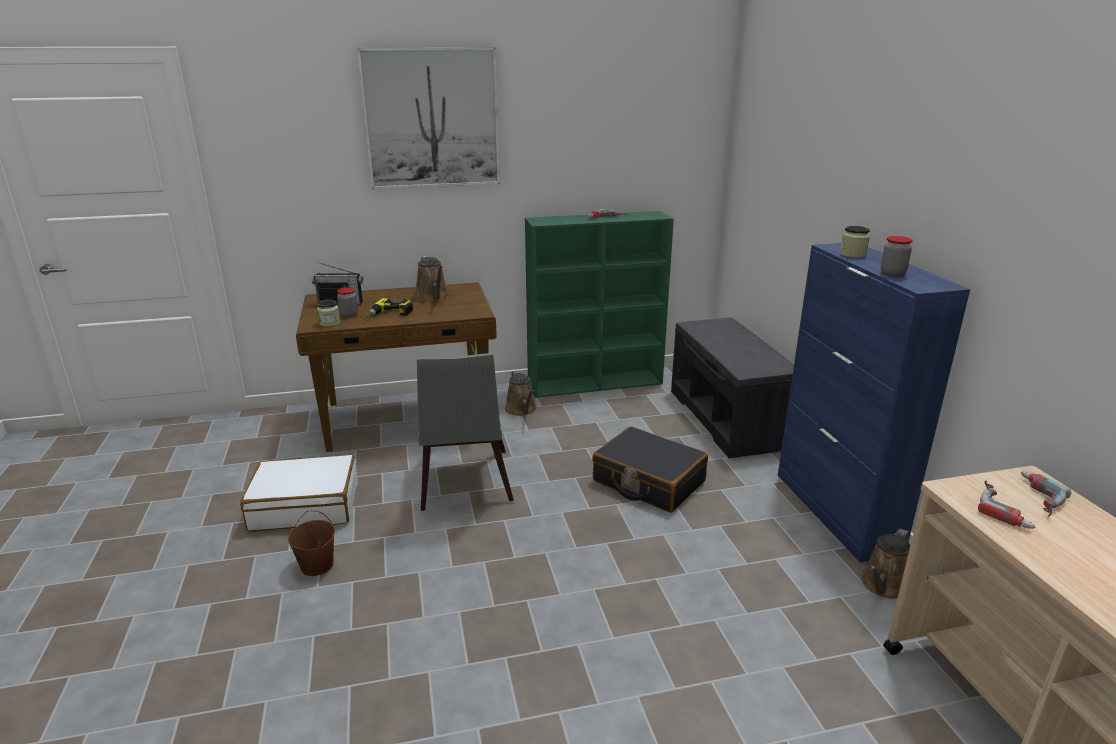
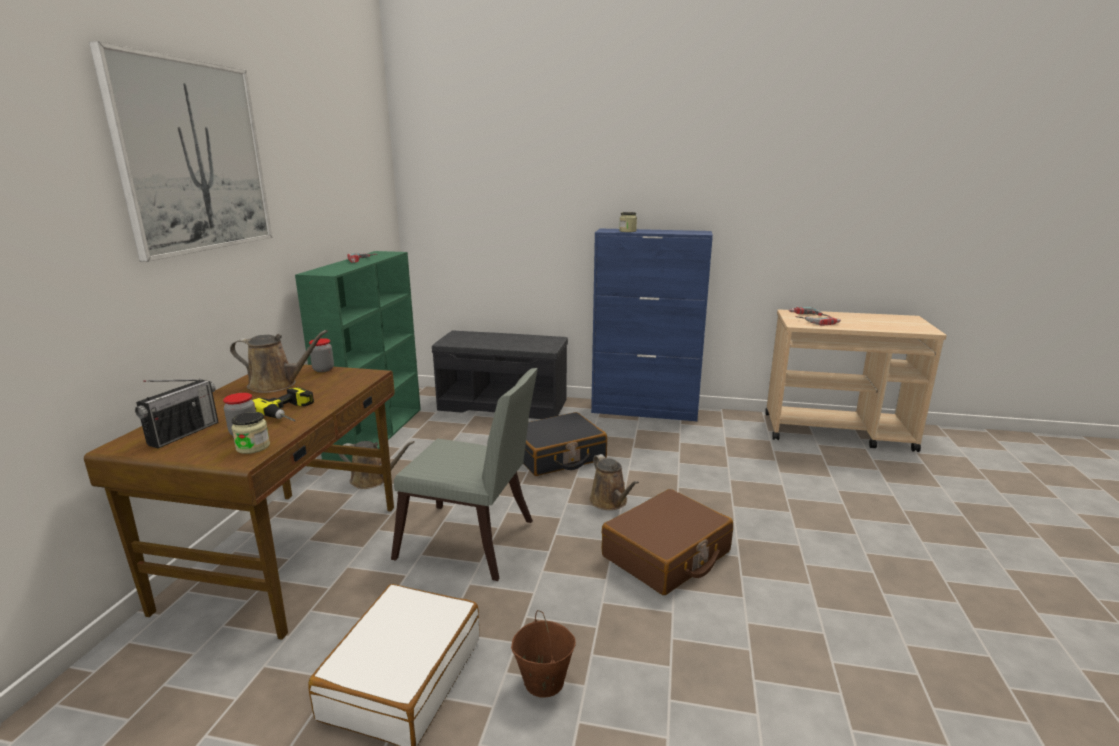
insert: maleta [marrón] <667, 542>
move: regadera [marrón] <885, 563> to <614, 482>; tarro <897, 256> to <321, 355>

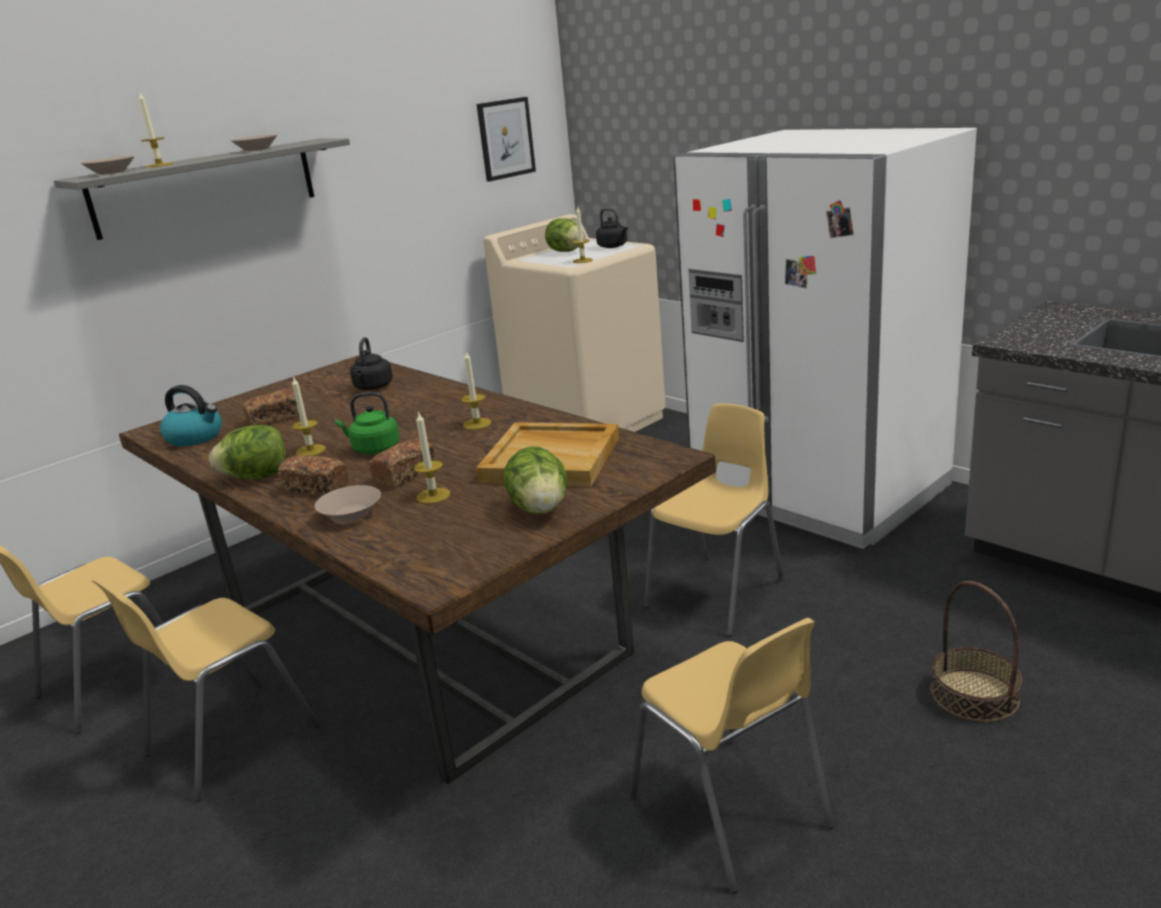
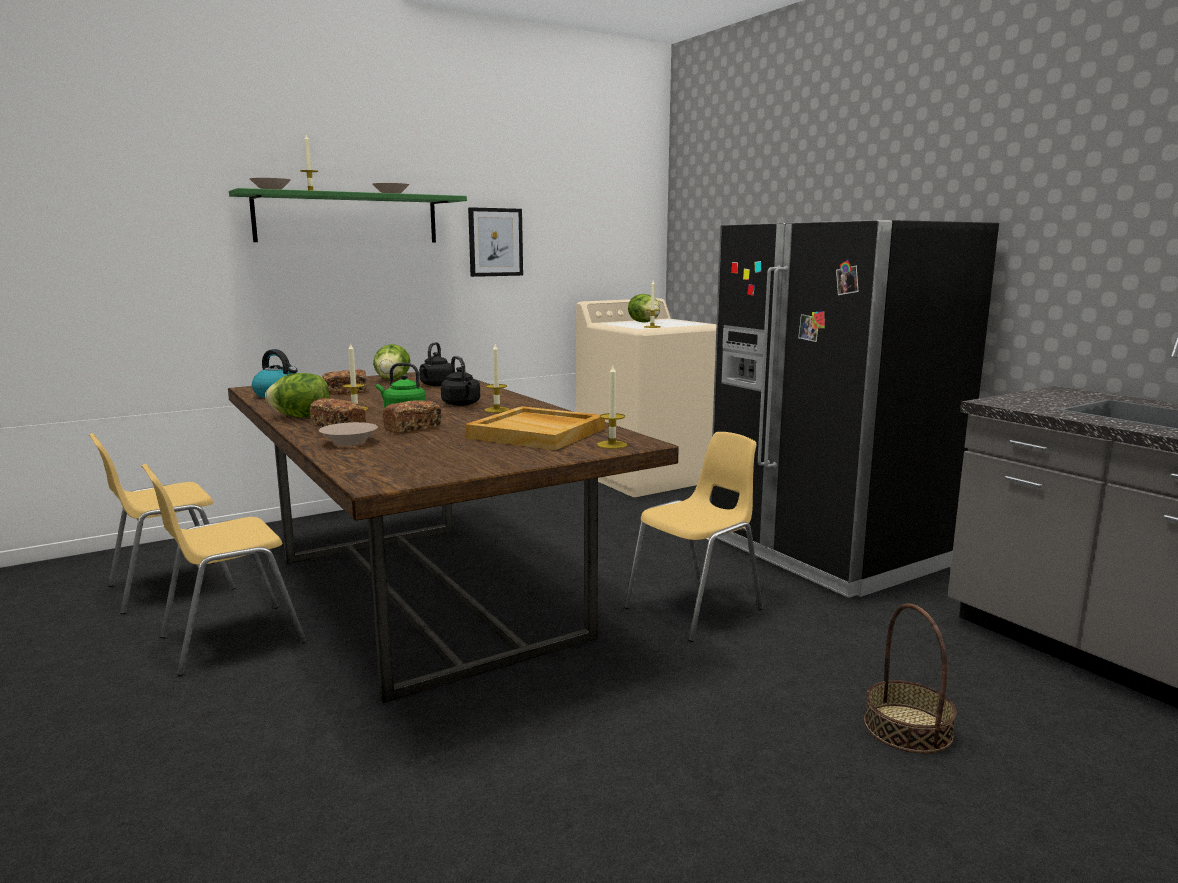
delete: silla [amarillo] <732, 755>
move: vela <432, 457> to <612, 407>; cuadro <506, 139> to <495, 242>; lechuga <535, 480> to <391, 362>; hervidor [negro] <612, 228> to <460, 381>
recolor: estante [gris] <202, 189> to estante [verde] <348, 215>; nevera [blanco] <825, 338> to nevera [negro] <854, 409>

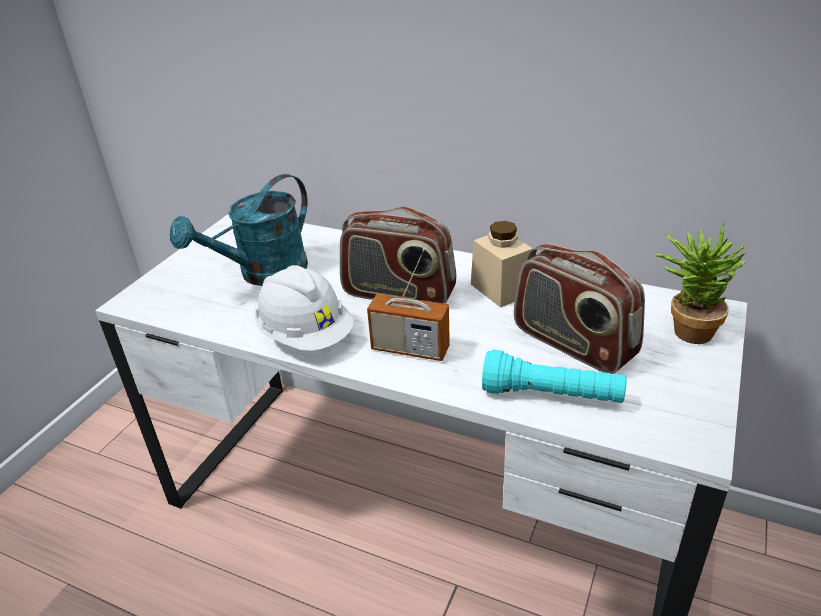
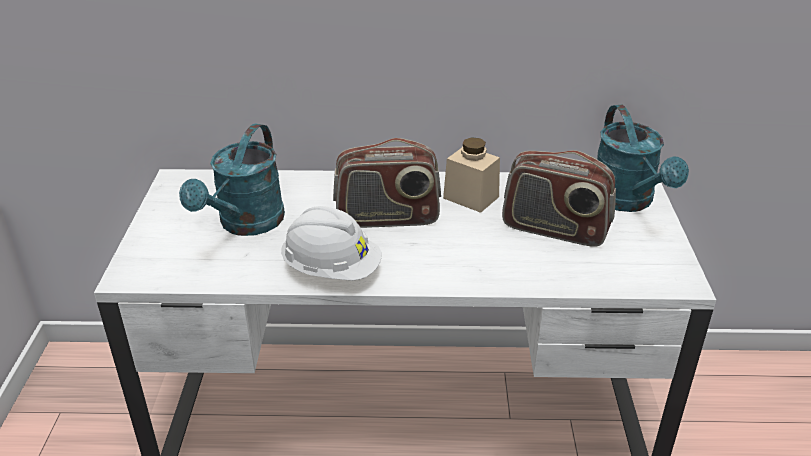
delete: radio <408, 304>; linterna [turquesa] <554, 376>
replace: planta en maceta <700, 282> to regadera [turquesa] <643, 158>

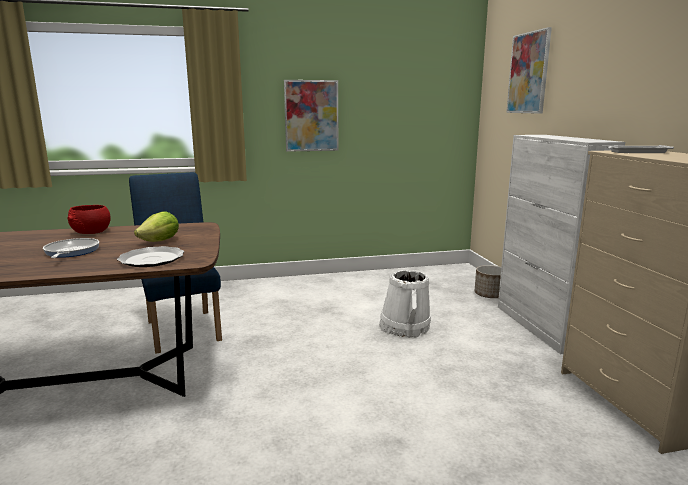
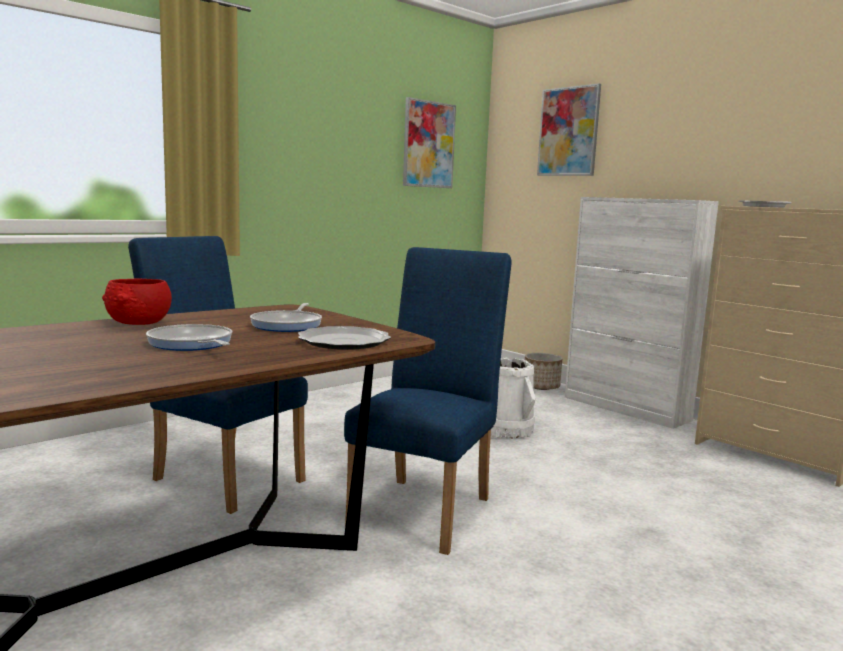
insert: silla [azul] <428, 401>
move: cuadro <311, 116> to <429, 142>
replace: lechuga <156, 226> to sartén <286, 317>

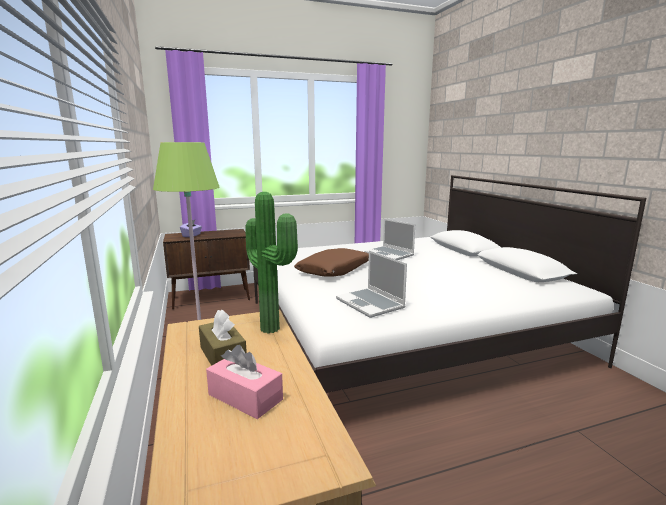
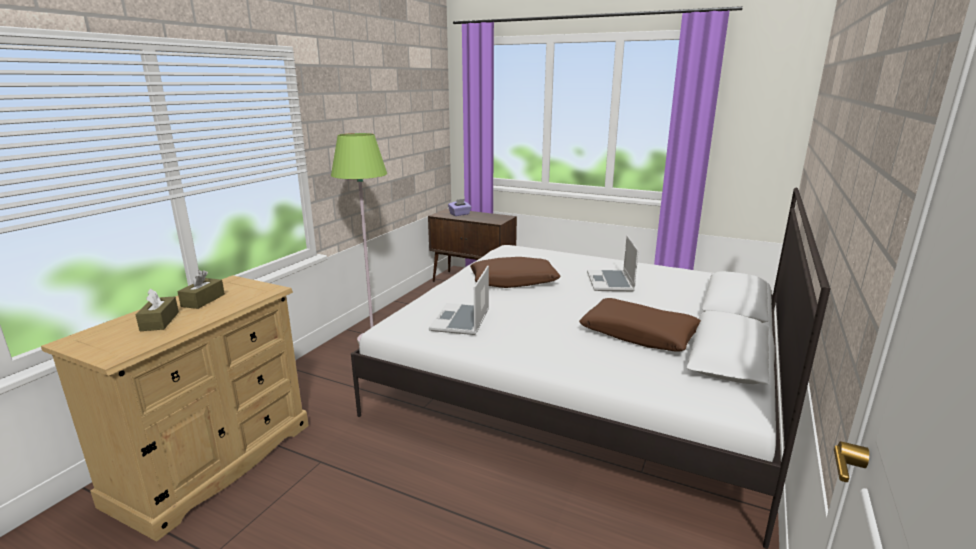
delete: planta en maceta <271, 262>
insert: cojín [marrón] <640, 325>
recolor: caja de pañuelos [rosa] <244, 382> to caja de pañuelos [marrón] <157, 309>

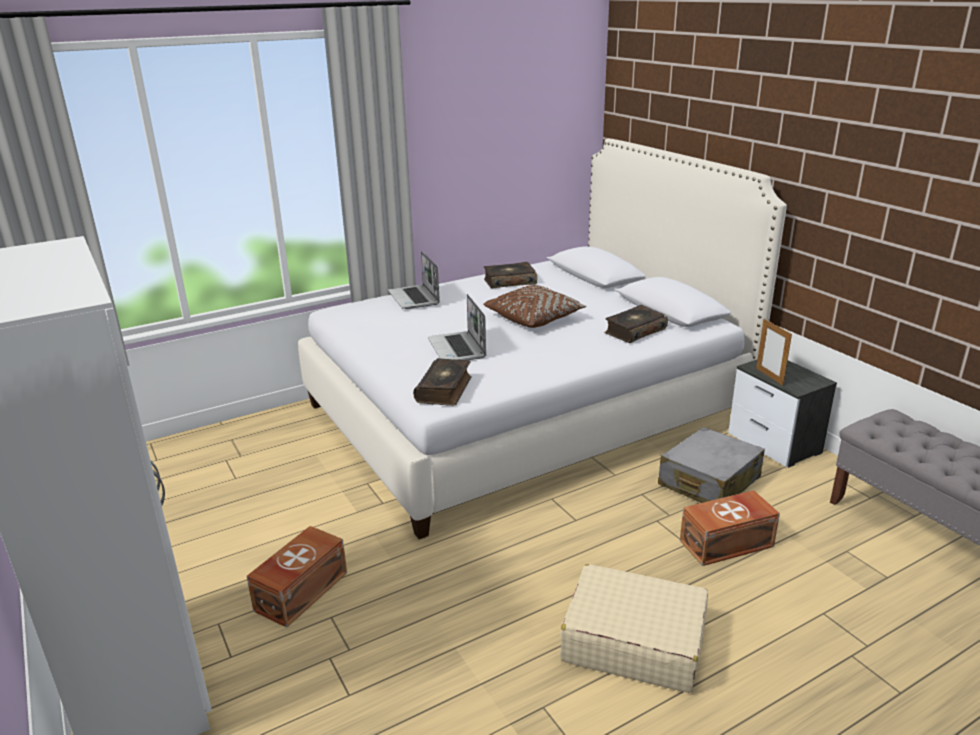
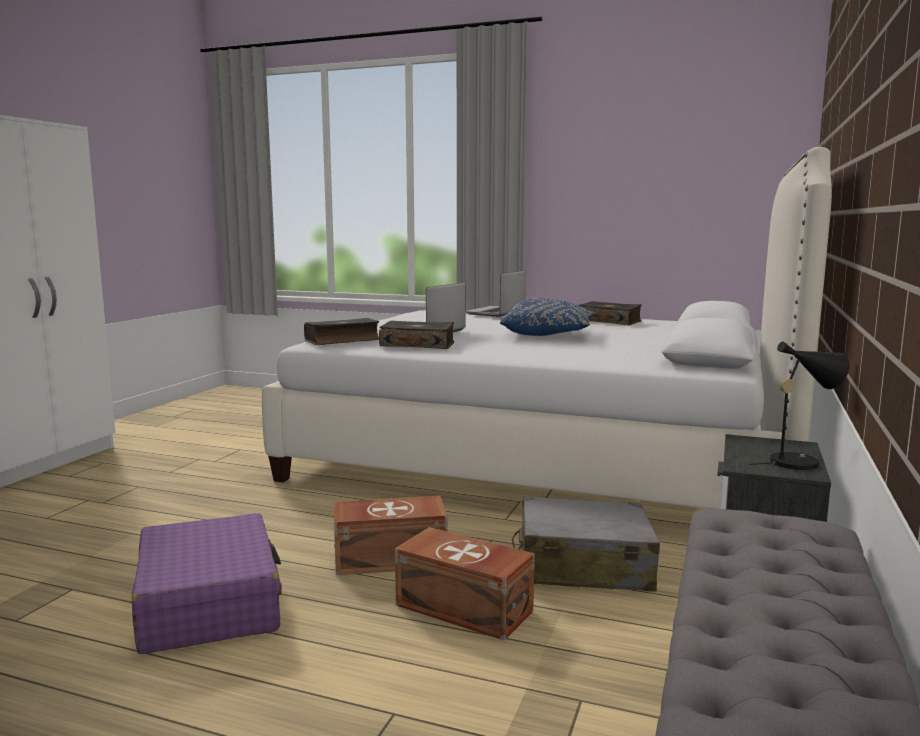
delete: portarretratos <774, 352>
insert: lámpara de mesa [negro] <799, 405>
move: caja de almacenaje [marrón] <297, 577> to <391, 535>; libro <636, 324> to <416, 335>
recolor: cojín [marrón] <534, 306> to cojín [azul] <547, 317>; maleta [beis] <634, 628> to maleta [morado] <207, 583>

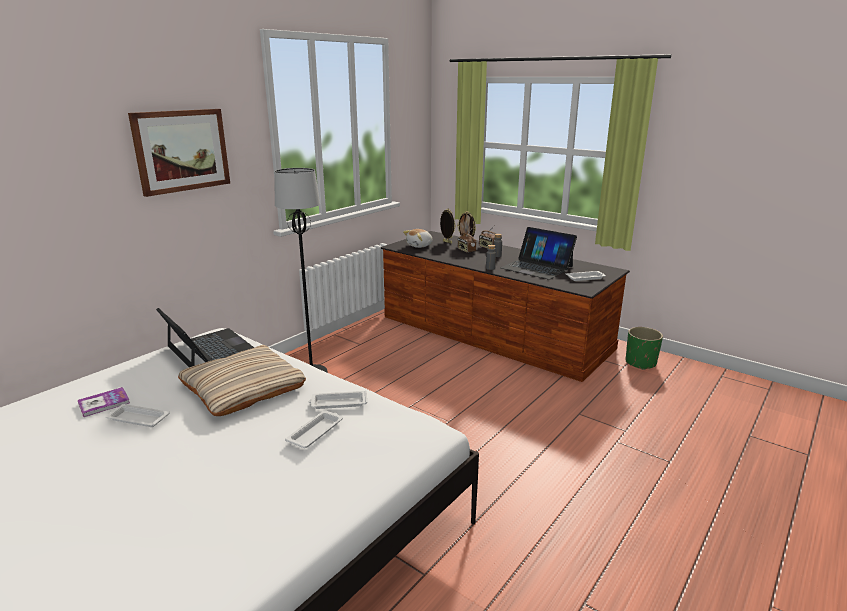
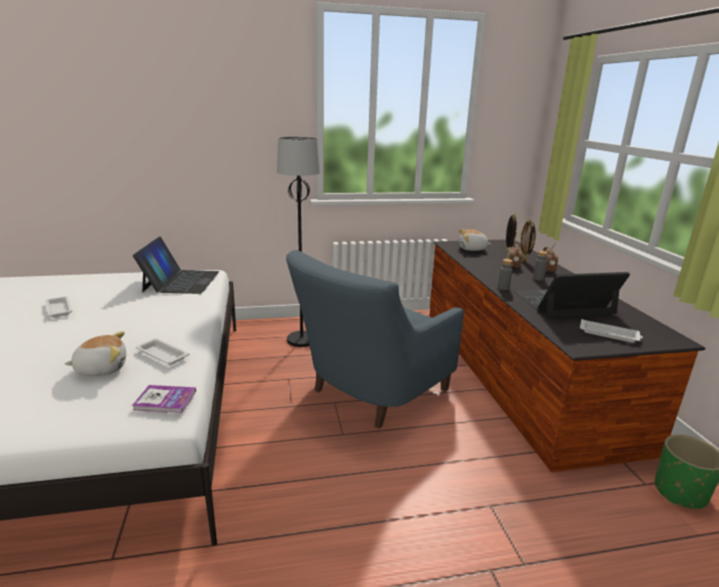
delete: cuadro <179, 153>; cojín [beis] <242, 380>
insert: sillón [azul] <375, 339>
move: libro <104, 402> to <164, 399>
replace: bandeja [blanco] <314, 429> to peluche <95, 353>
rotate: portátil <538, 253> = <572, 295> 90 degrees clockwise

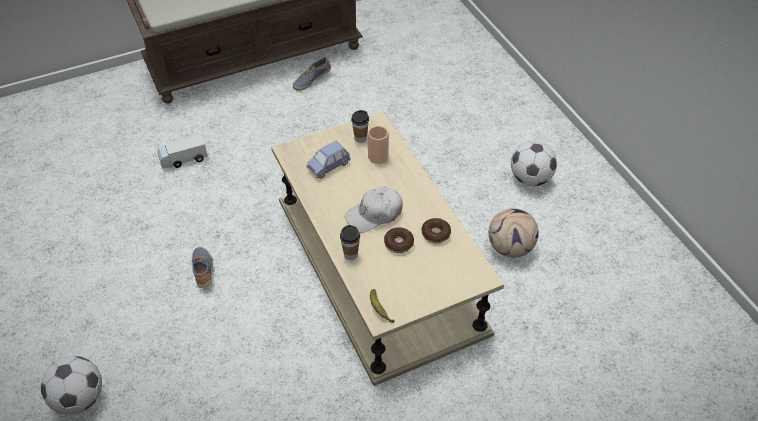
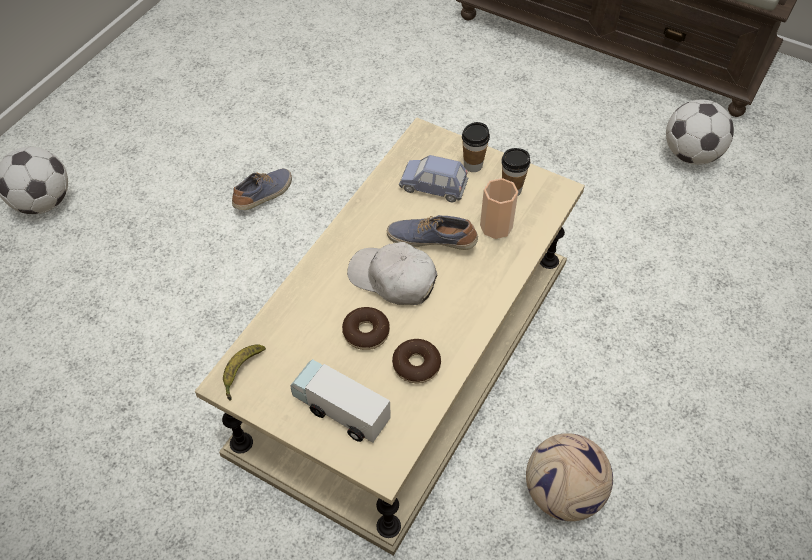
move: camión de juguete <182, 152> to <340, 401>; zapato <312, 74> to <432, 232>; taza <350, 242> to <476, 147>; balón de fútbol <534, 163> to <700, 132>

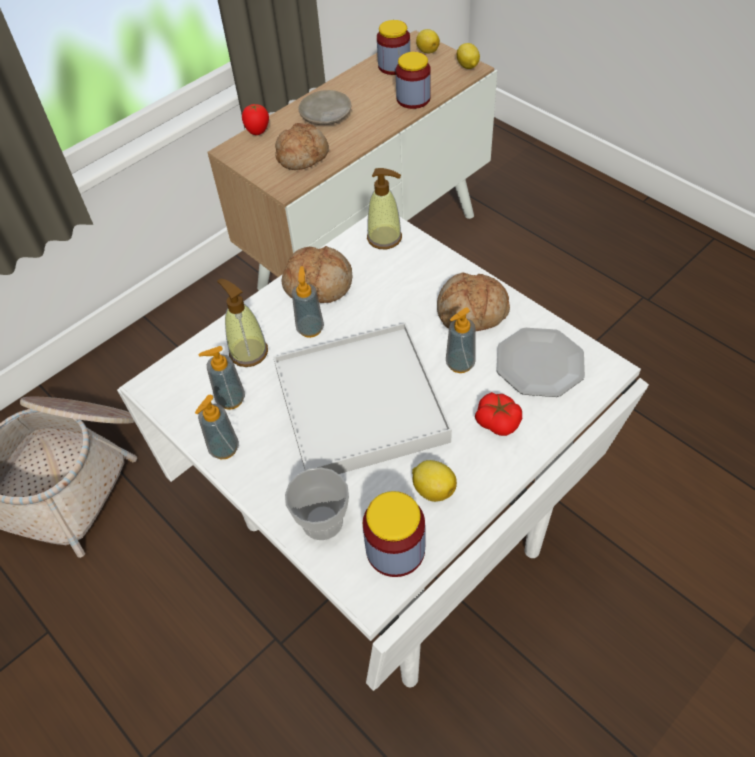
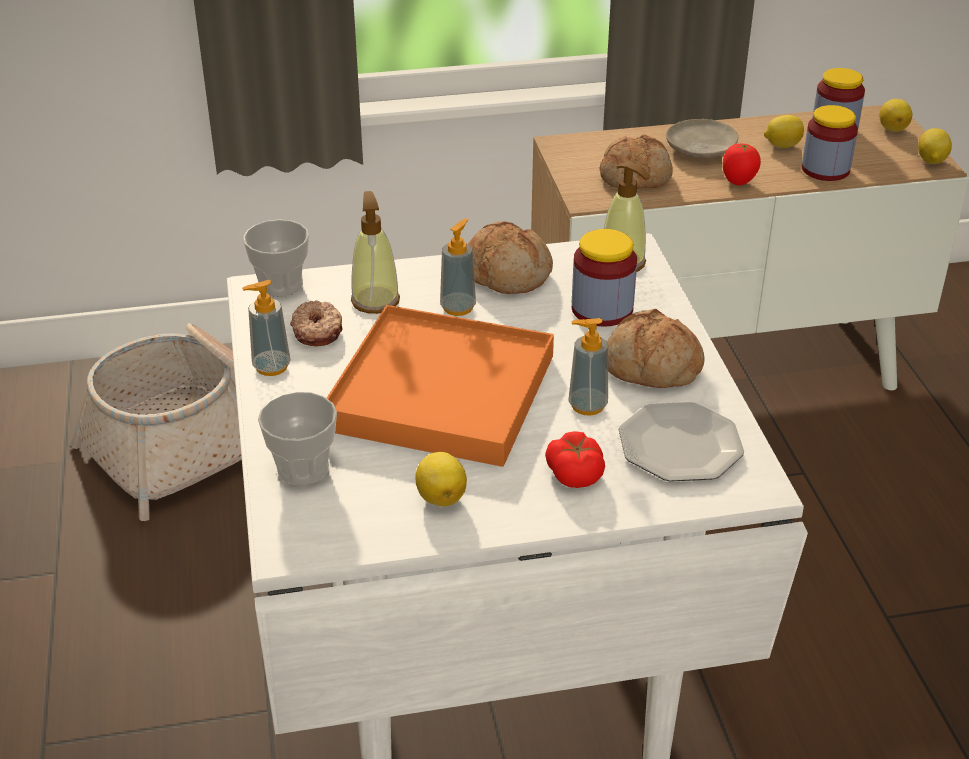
insert: taza <276, 258>; limón <784, 131>
move: tomate <255, 119> to <742, 164>; tarro <394, 534> to <604, 278>
replace: dispensador de jabón <221, 378> to rosquilla <316, 323>
recolor: bandeja [blanco] <362, 398> to bandeja [naranja] <440, 386>

